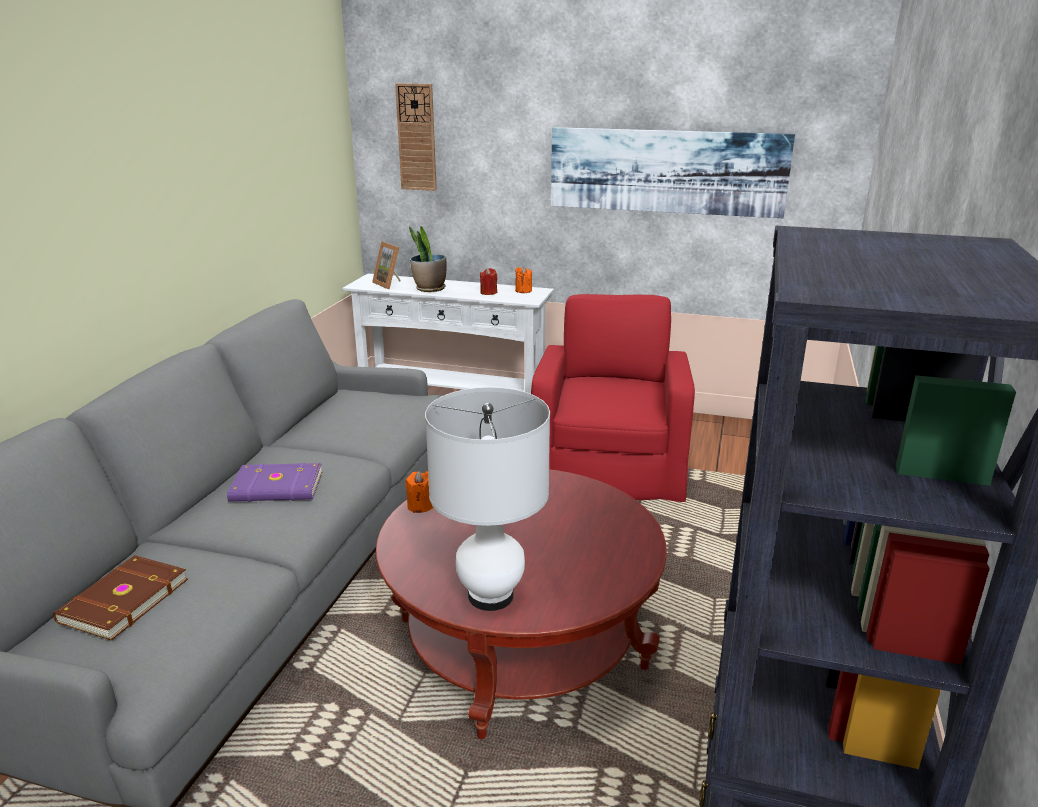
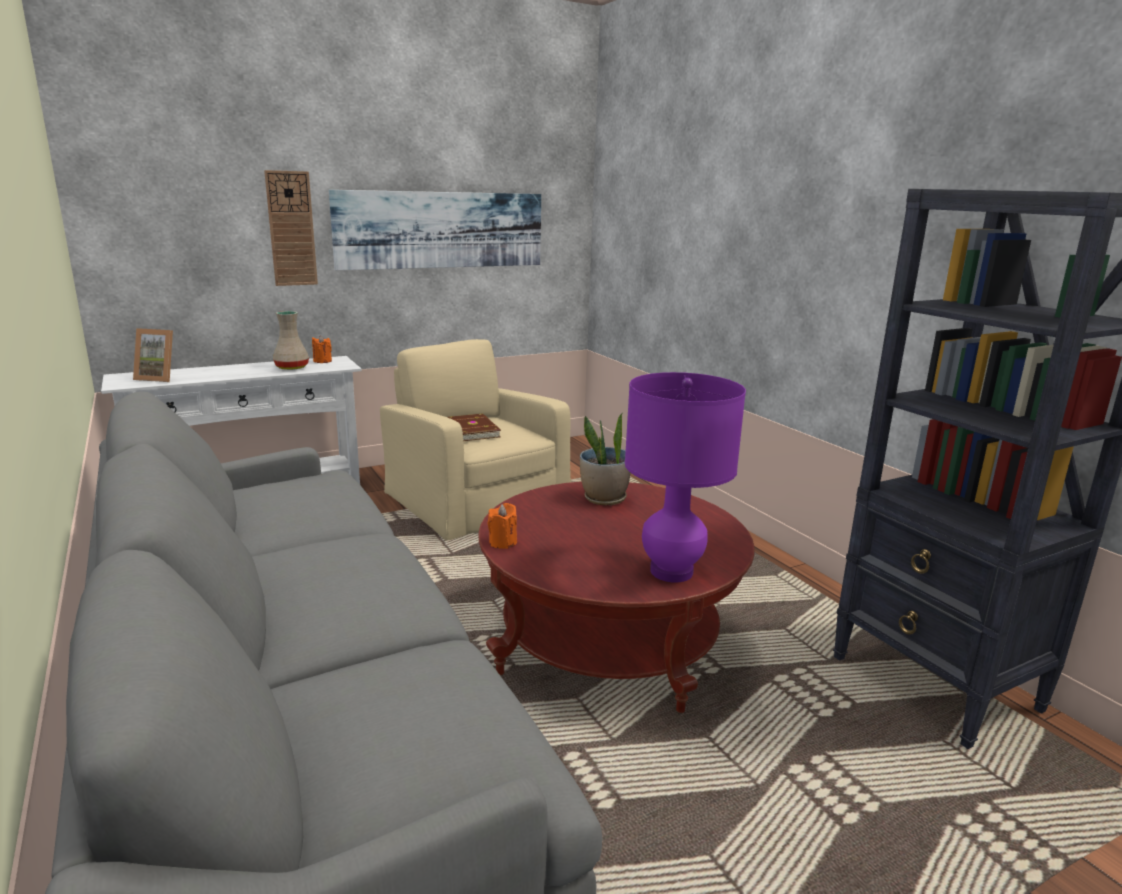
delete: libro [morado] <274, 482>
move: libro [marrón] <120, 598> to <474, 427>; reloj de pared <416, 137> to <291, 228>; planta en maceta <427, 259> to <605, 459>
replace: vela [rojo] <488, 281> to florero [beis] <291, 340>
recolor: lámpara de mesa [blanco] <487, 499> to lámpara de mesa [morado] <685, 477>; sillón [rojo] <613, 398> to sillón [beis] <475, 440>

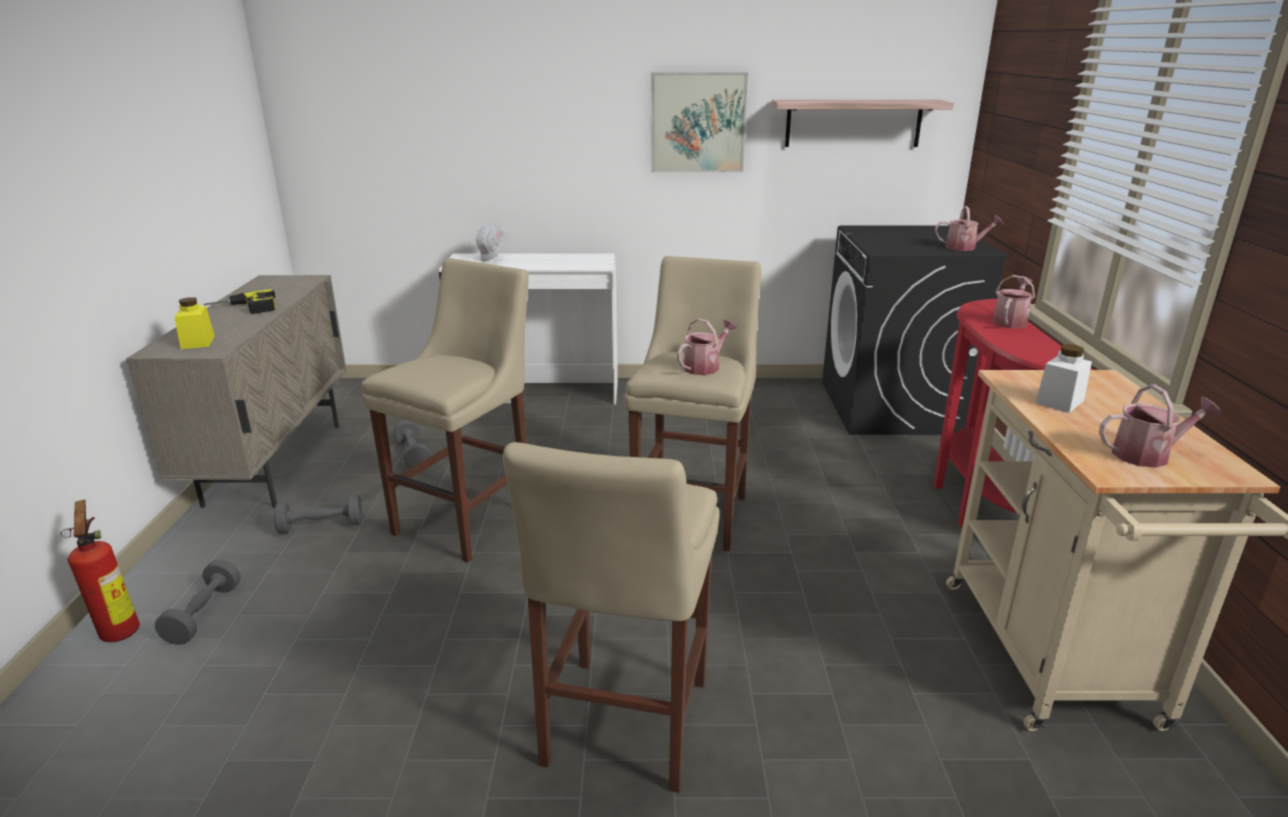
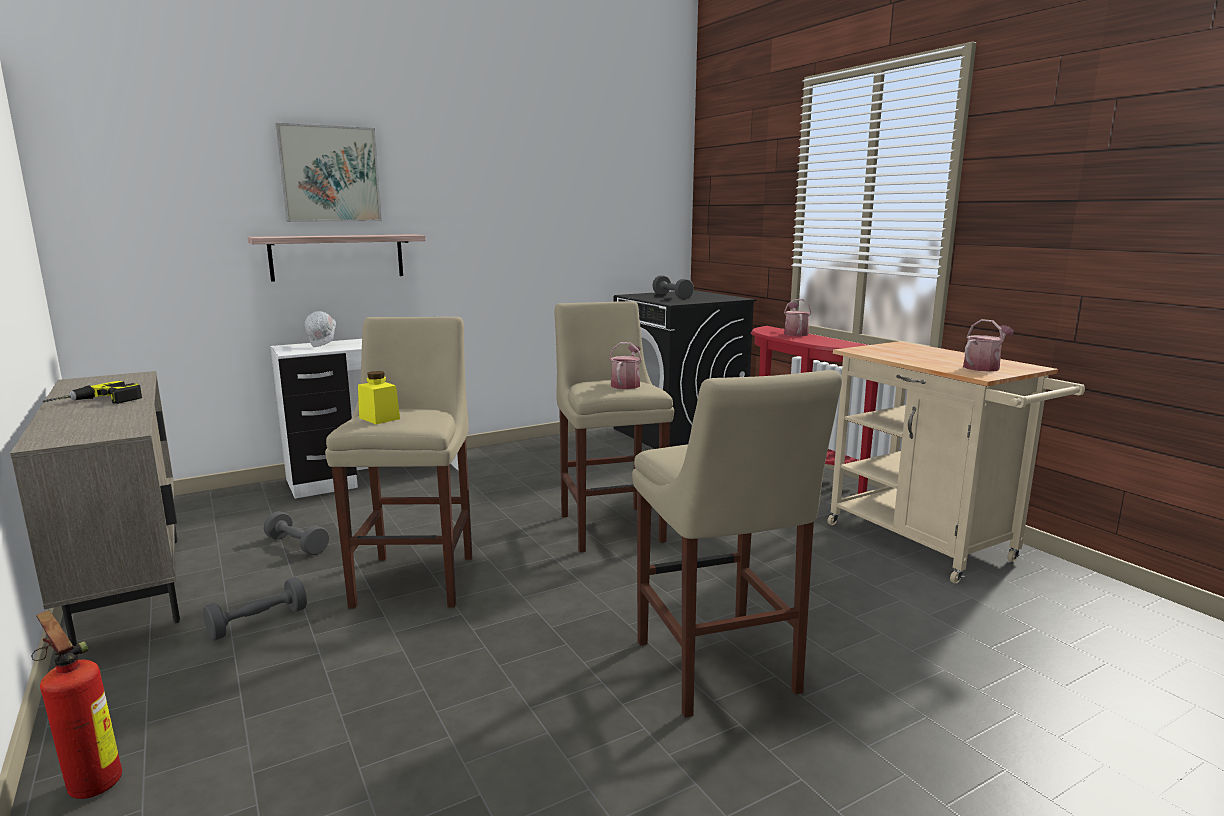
delete: regadera <969, 228>; tarro [blanco] <1063, 378>
move: mancuerna [gris] <197, 602> to <673, 287>; tarro [amarillo] <194, 323> to <379, 397>; cuadro <699, 122> to <328, 172>; estante <862, 123> to <337, 258>

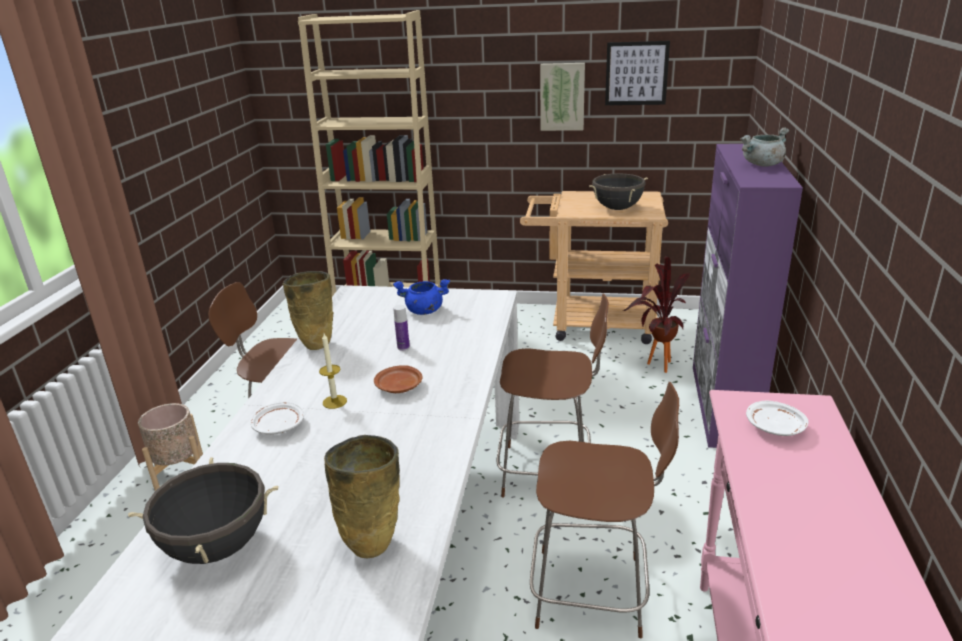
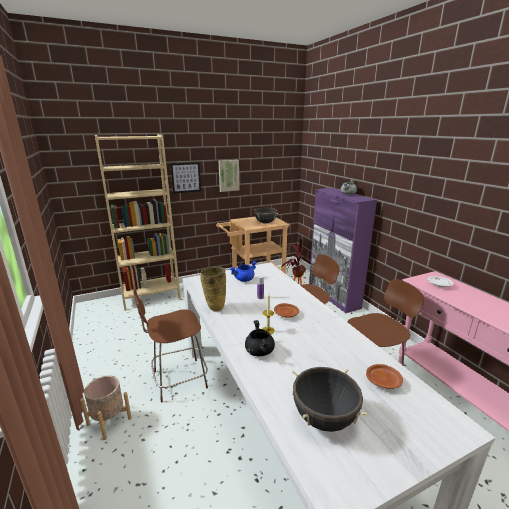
move: cuadro <637, 73> to <185, 178>
replace: plato [blanco] <277, 418> to olla [negro] <260, 338>; florero [beis] <362, 497> to plato [marrón] <384, 376>

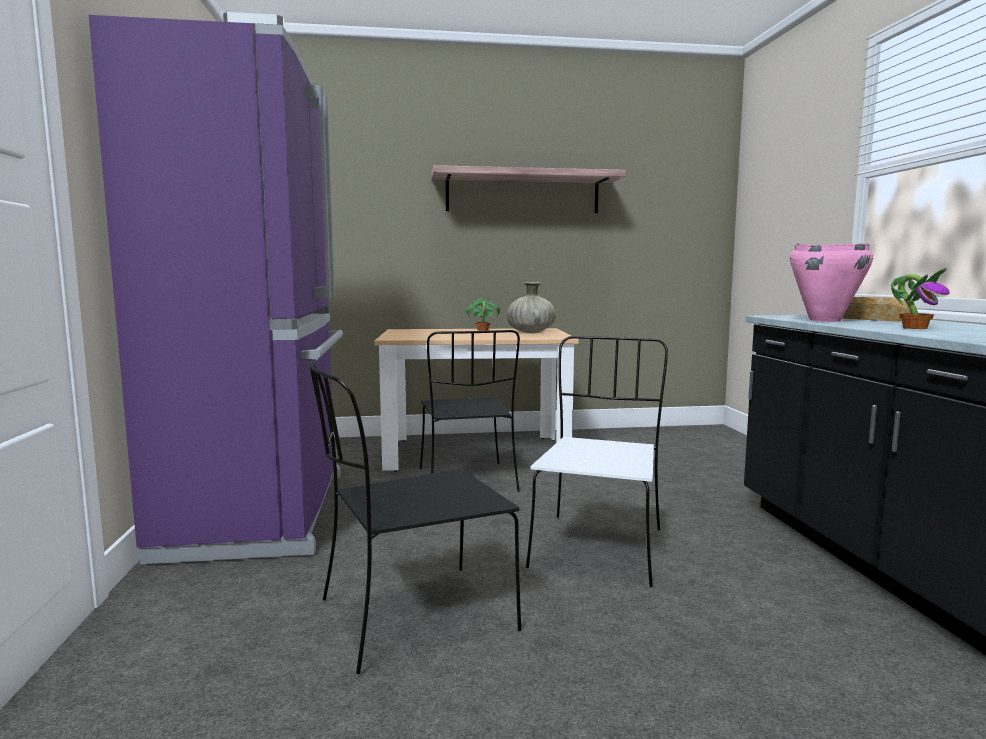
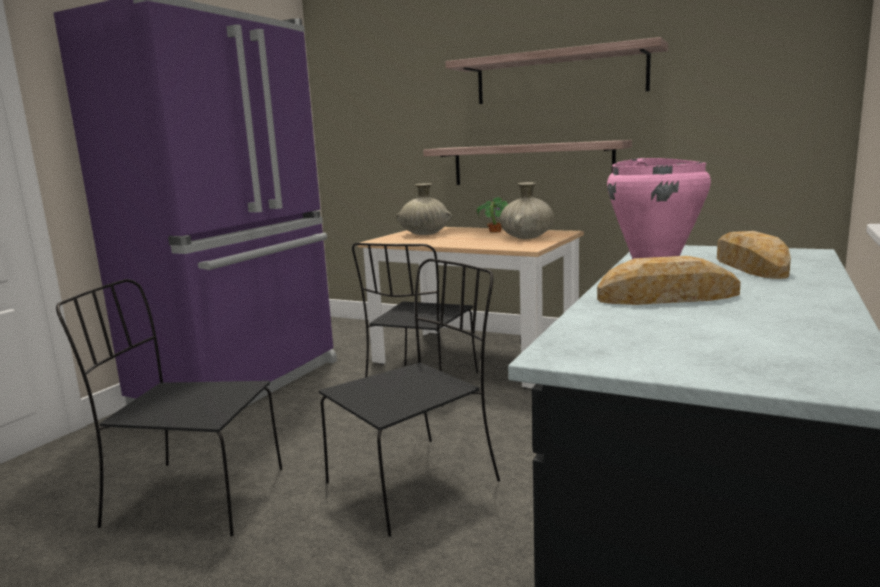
insert: florero [beis] <424, 209>; estante <527, 162>
replace: planta en maceta <920, 298> to pan <669, 280>
recolor: silla [blanco] <597, 461> to silla [negro] <409, 398>

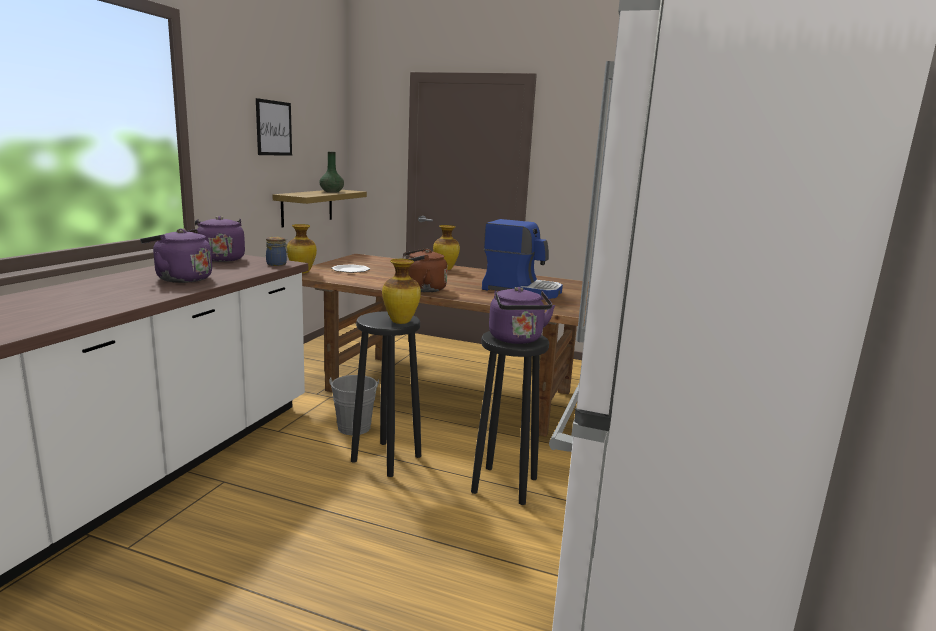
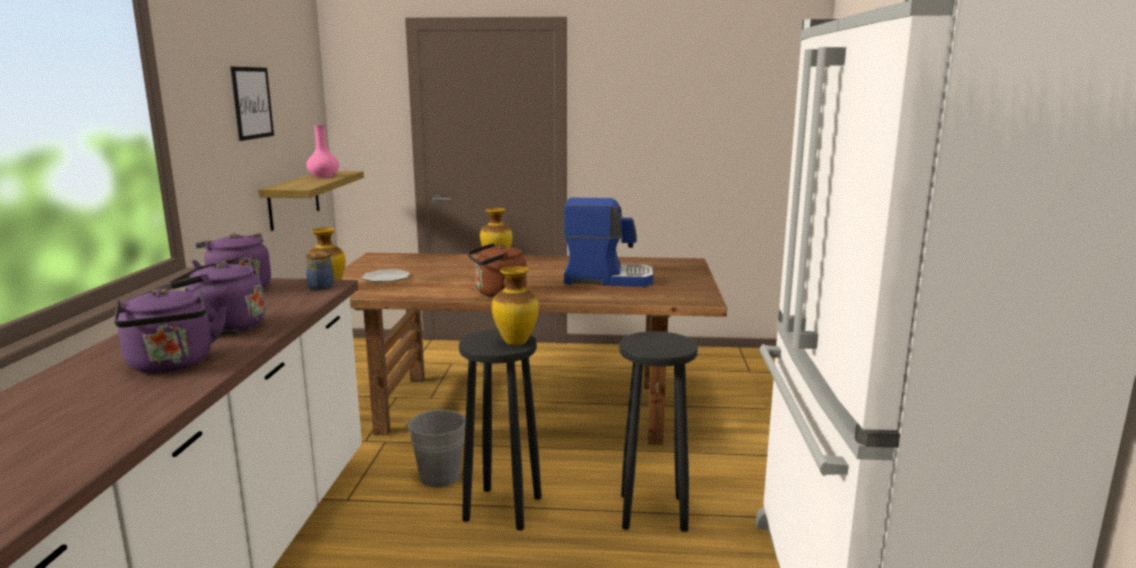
move: hervidor [morado] <522, 315> to <170, 330>
recolor: florero [verde] <331, 171> to florero [rosa] <322, 151>

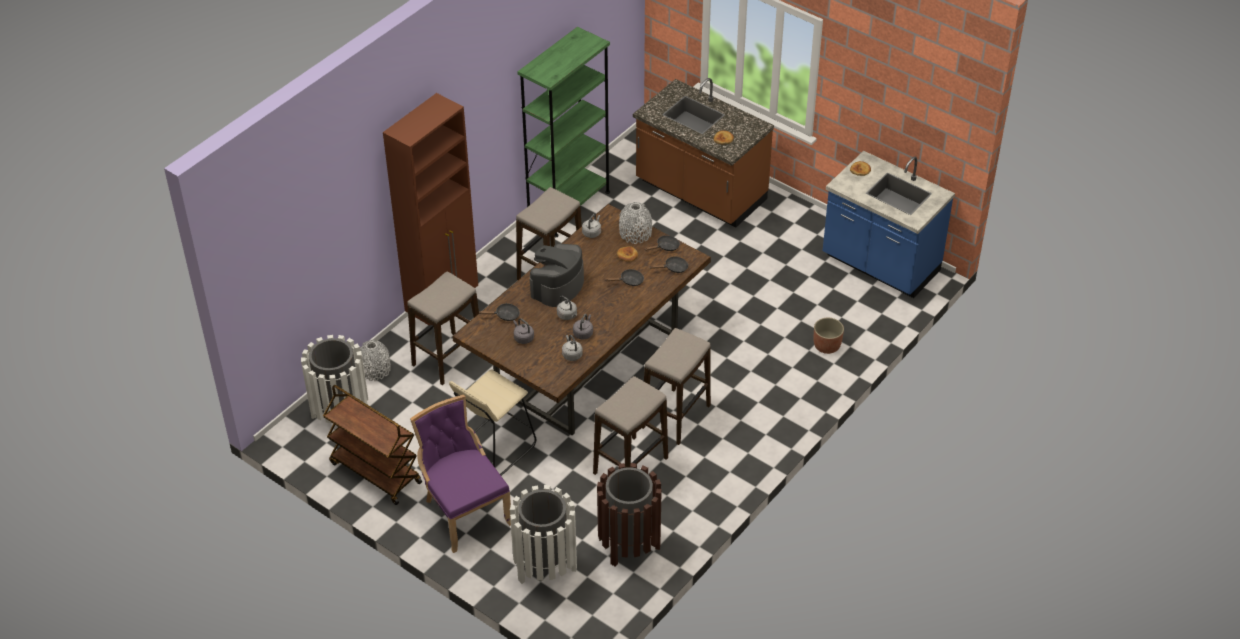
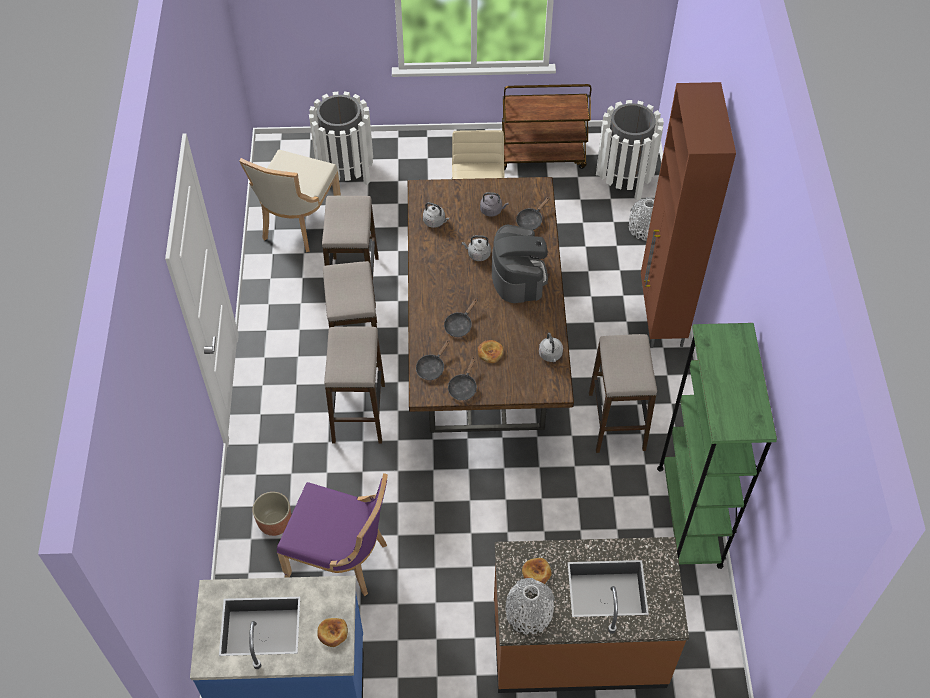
delete: hervidor [gris] <583, 327>
move: taburete <443, 328> to <354, 385>; silla [morado] <460, 474> to <332, 534>; florero [gris] <635, 223> to <530, 606>
replace: papelera [marrón] <629, 515> to silla [beis] <290, 201>

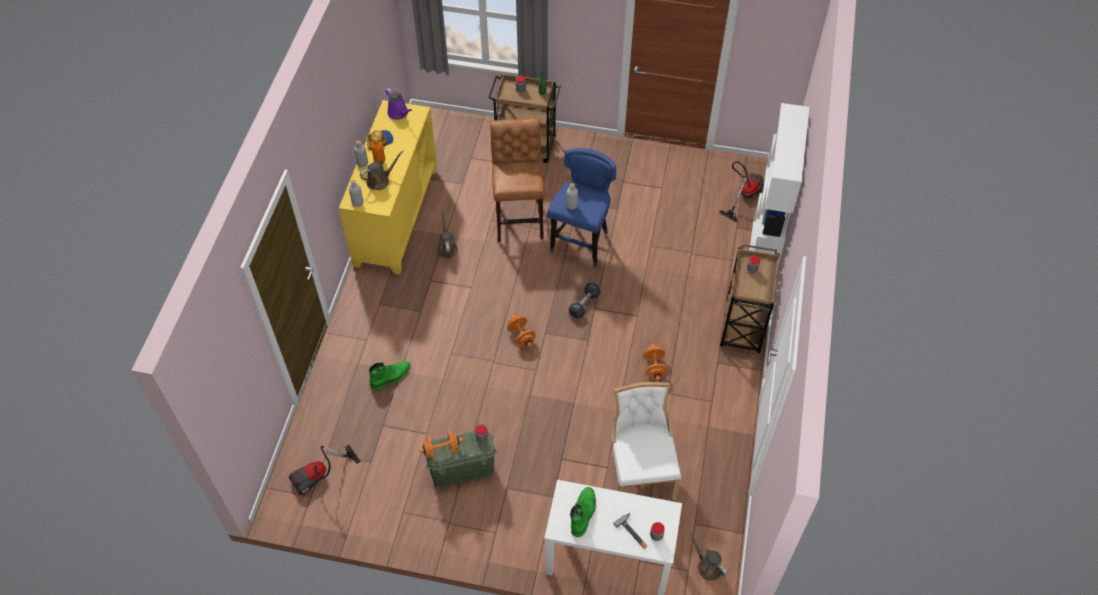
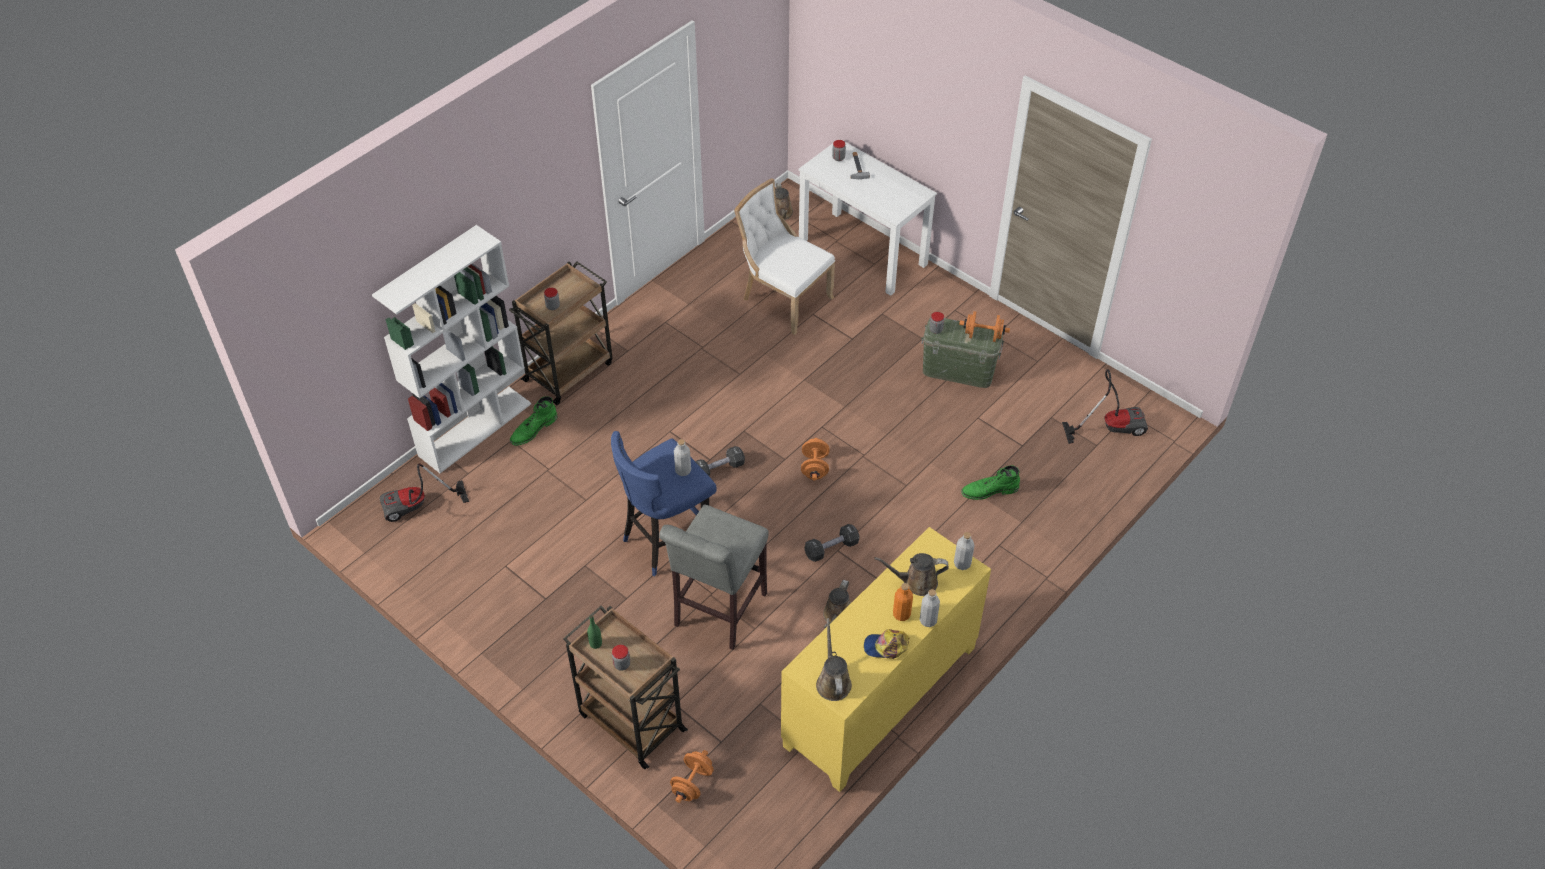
insert: mancuerna [negro] <832, 543>
move: bota [verde] <583, 512> to <534, 421>; mancuerna [naranja] <655, 362> to <692, 776>
recolor: regadera [morado] <398, 104> to regadera [marrón] <834, 659>; taburete [marrón] <517, 180> to taburete [gris] <714, 577>
rotate: silla [blanco] <646, 441> = <784, 256> 105 degrees clockwise

